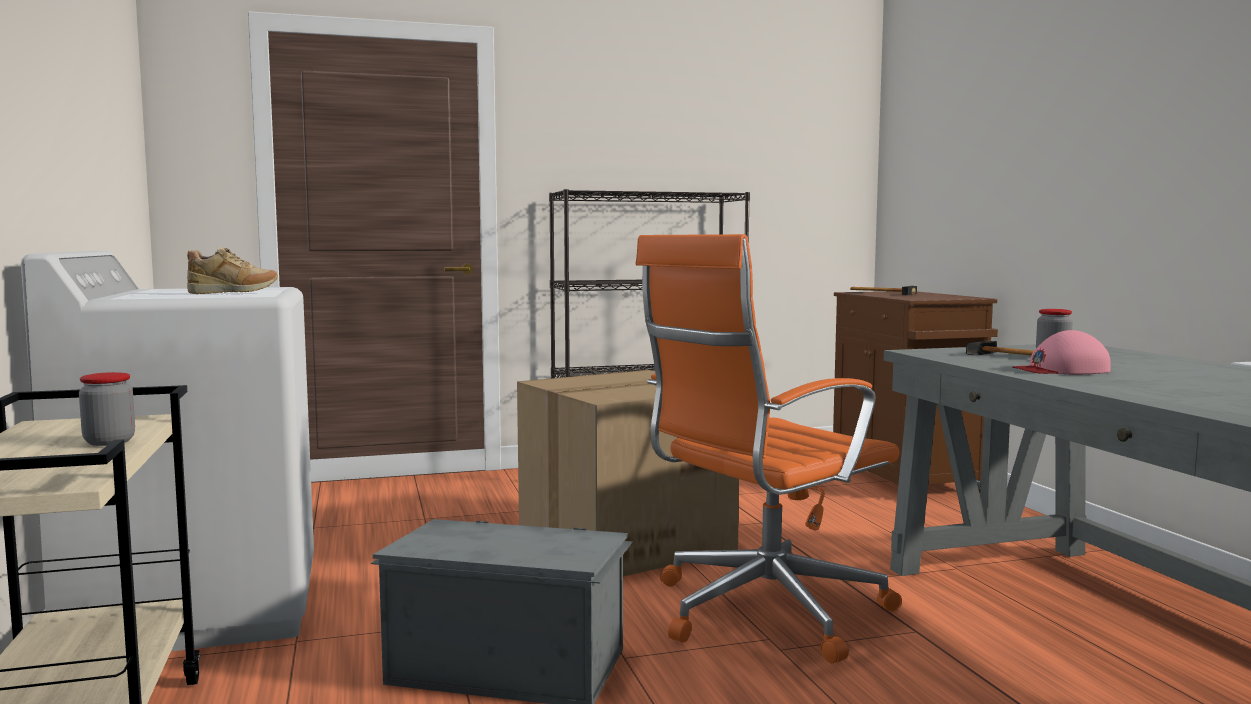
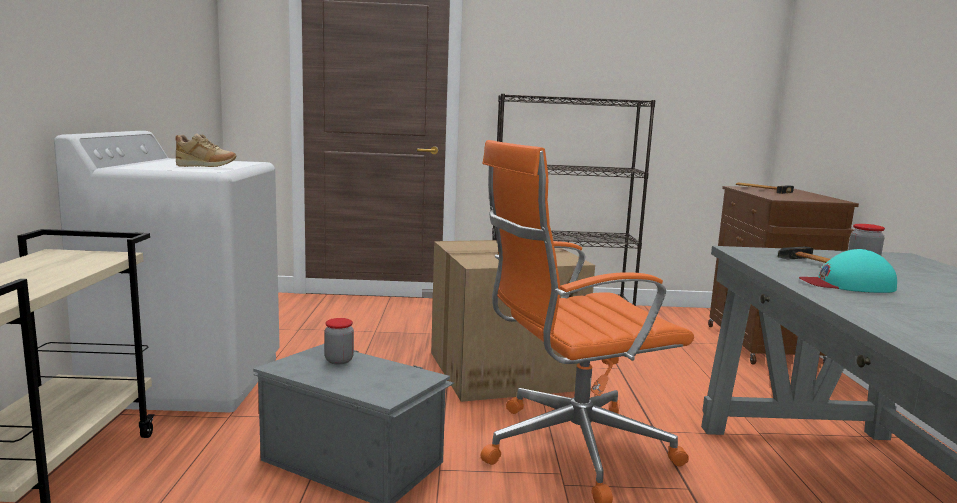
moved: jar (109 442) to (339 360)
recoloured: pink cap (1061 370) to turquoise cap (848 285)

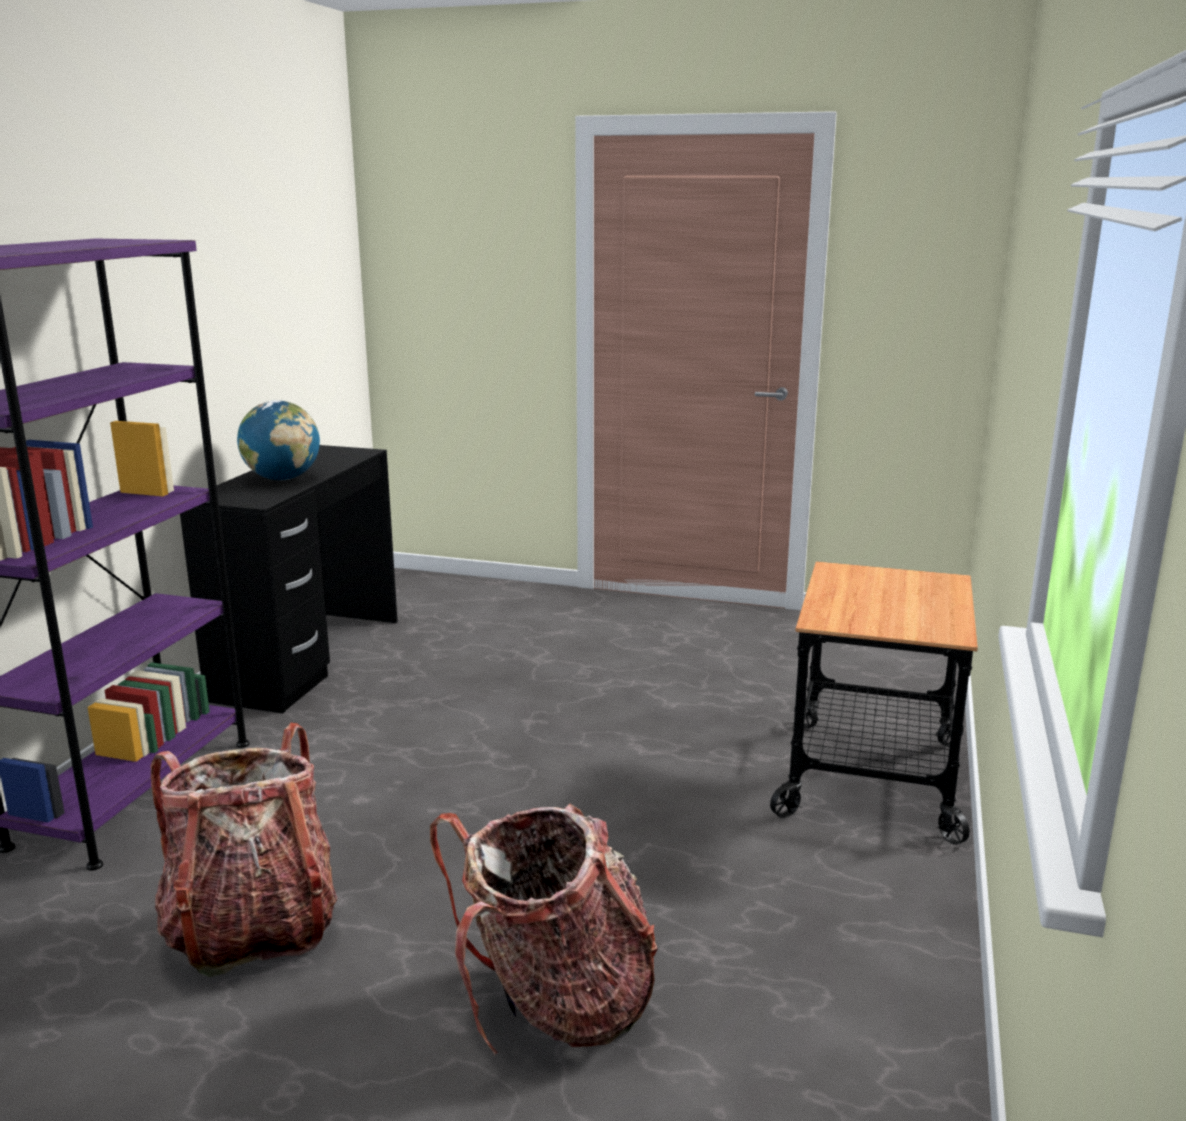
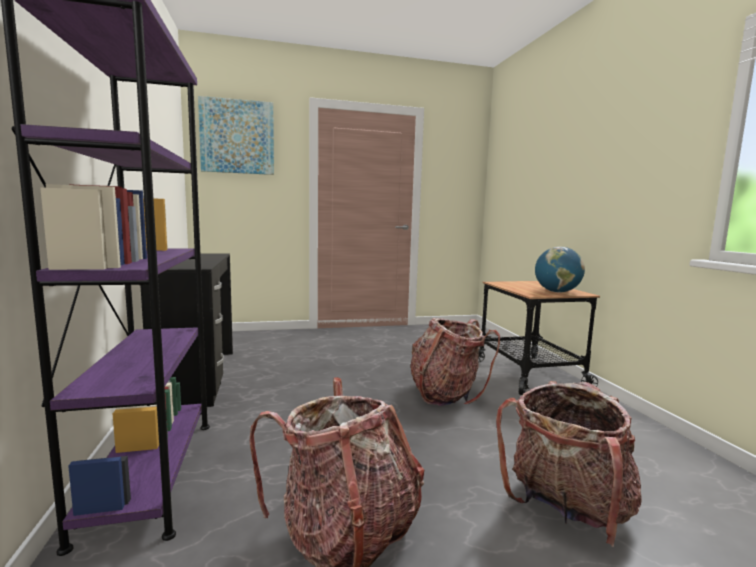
added: picture (237 137); backpack (445 394)
moved: globe (282 479) to (557 292)

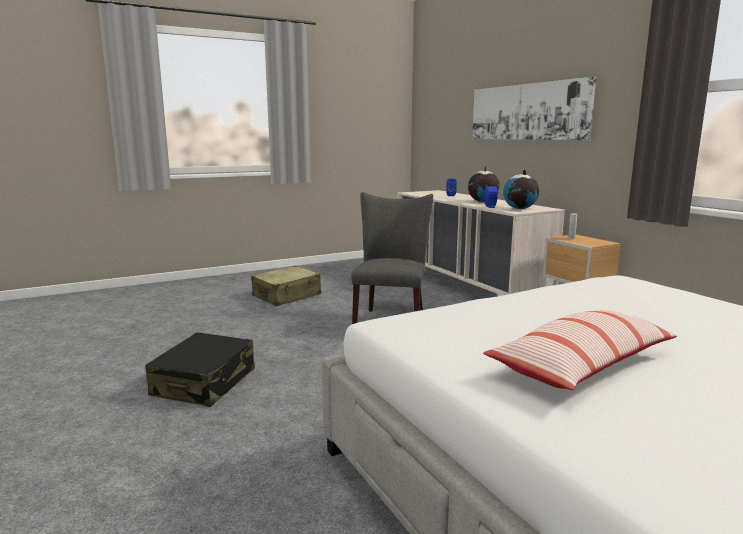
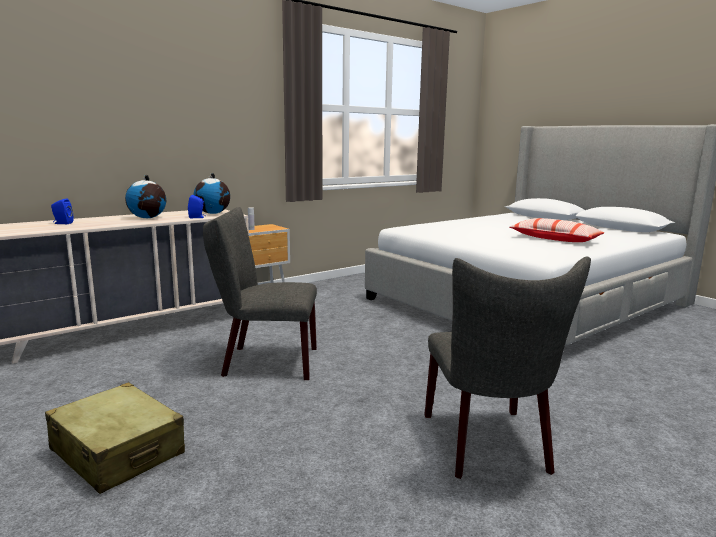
removed: picture (527 112)
replaced: black suitcase (205 383) to grey chair (489 447)

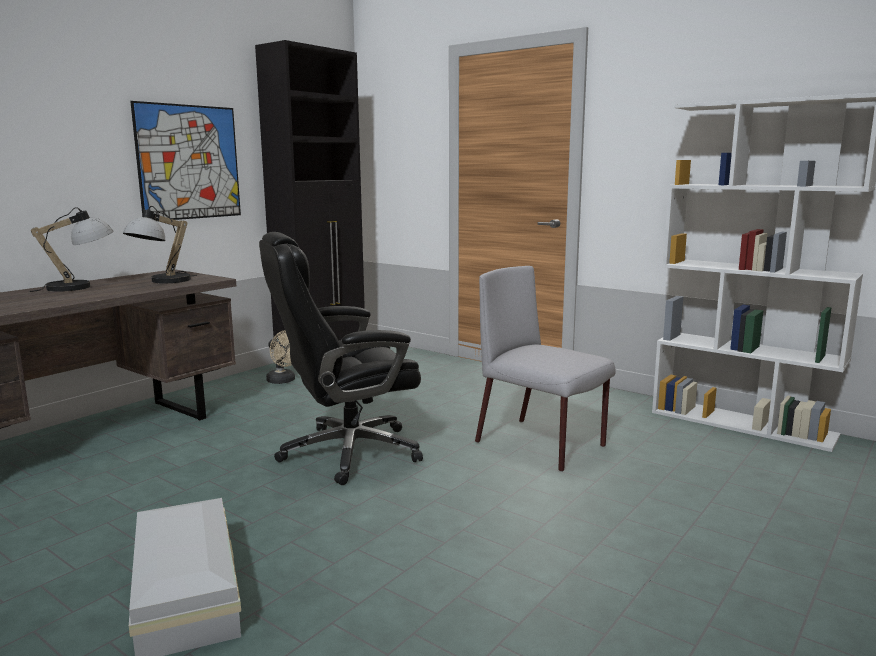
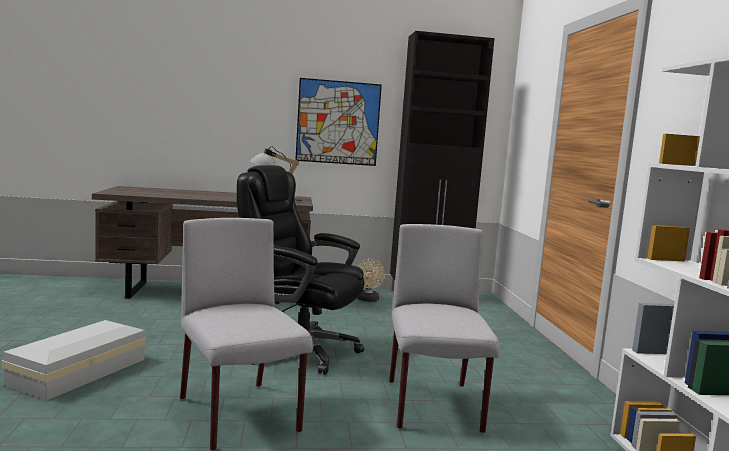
removed: table lamp (81 286)
added: grey chair (239 415)

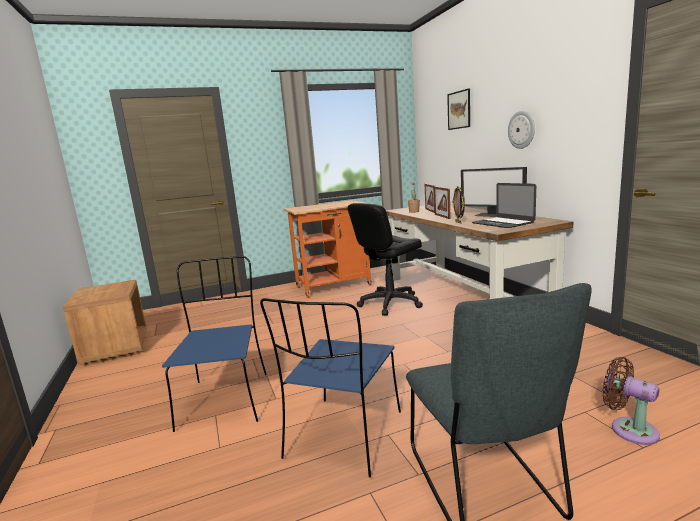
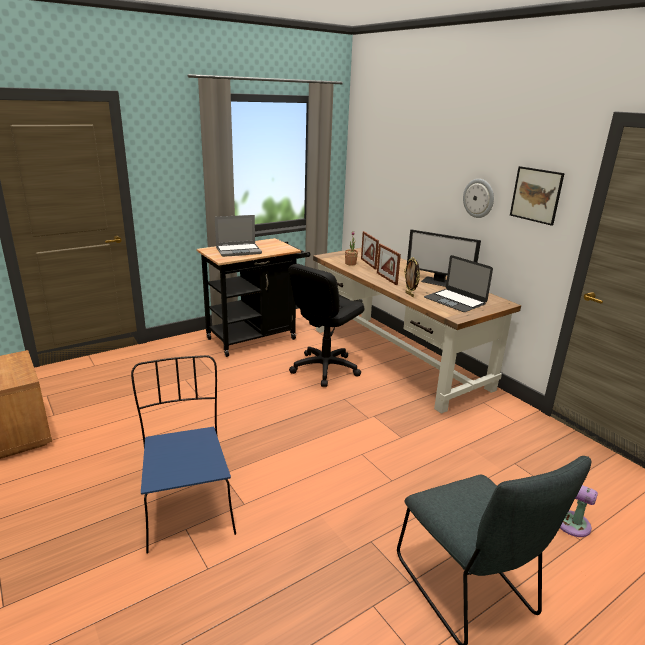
removed: blue chair (343 436)
added: laptop (239 251)
moved: picture (459 110) to (536 195)
recoloured: orange cart (338 285) to black cart (256 337)

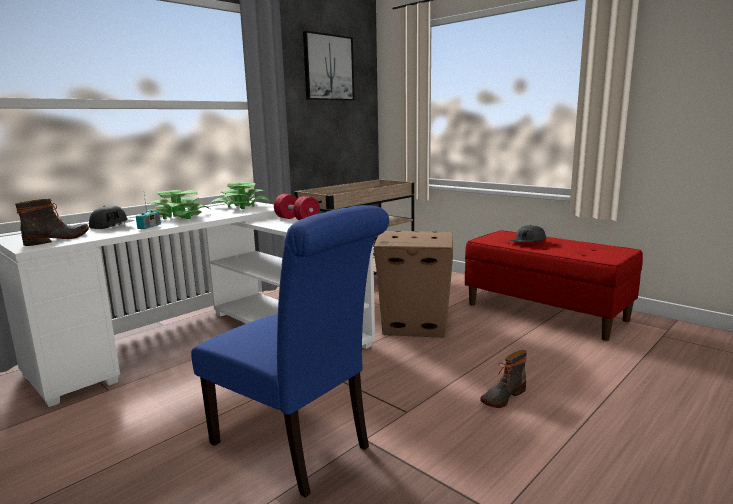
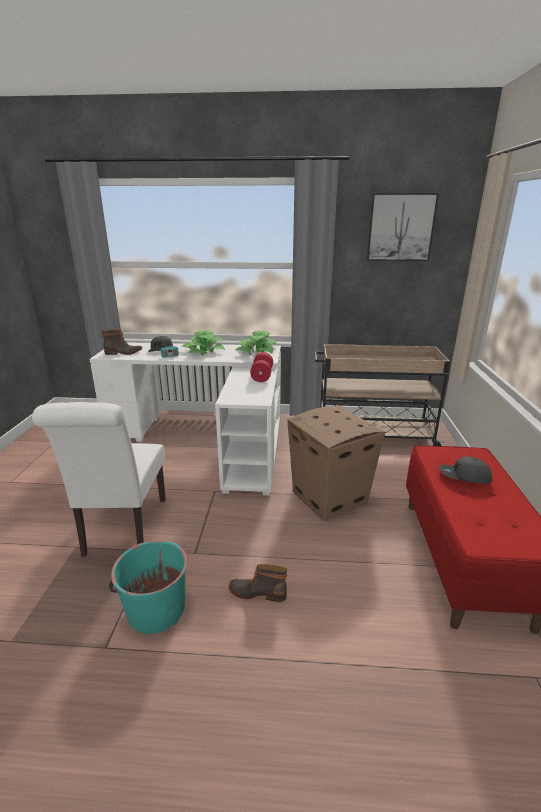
added: turquoise bucket (155 609)
recoloured: blue chair (297 448) to white chair (123 530)

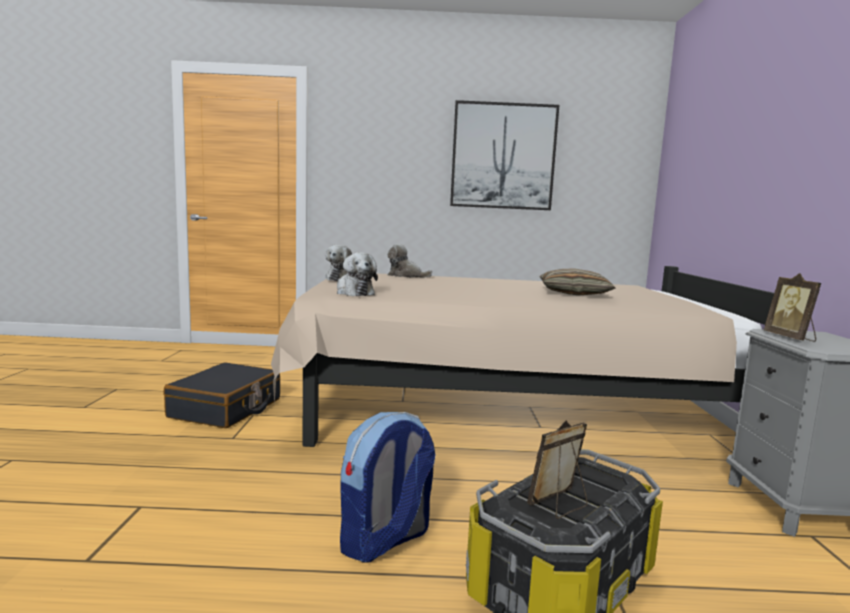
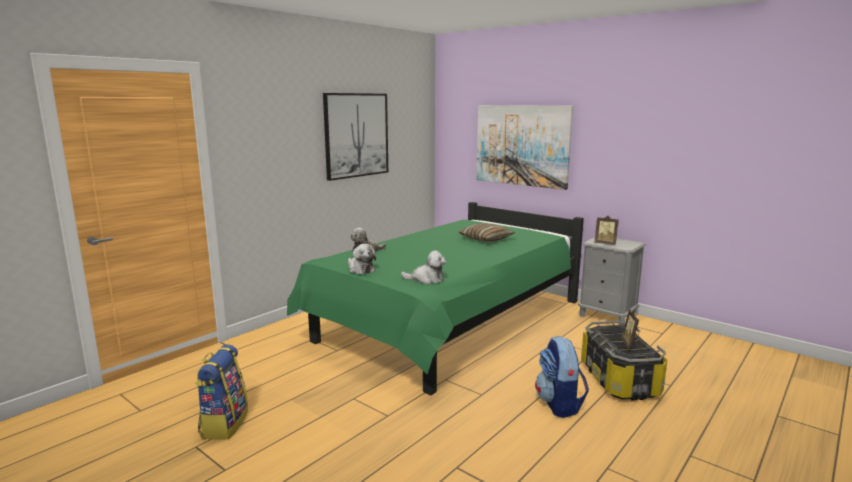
removed: black suitcase (226 408)
added: picture (522 145); backpack (224 424)
recoloured: beige bed (500 407) to green bed (448 323)

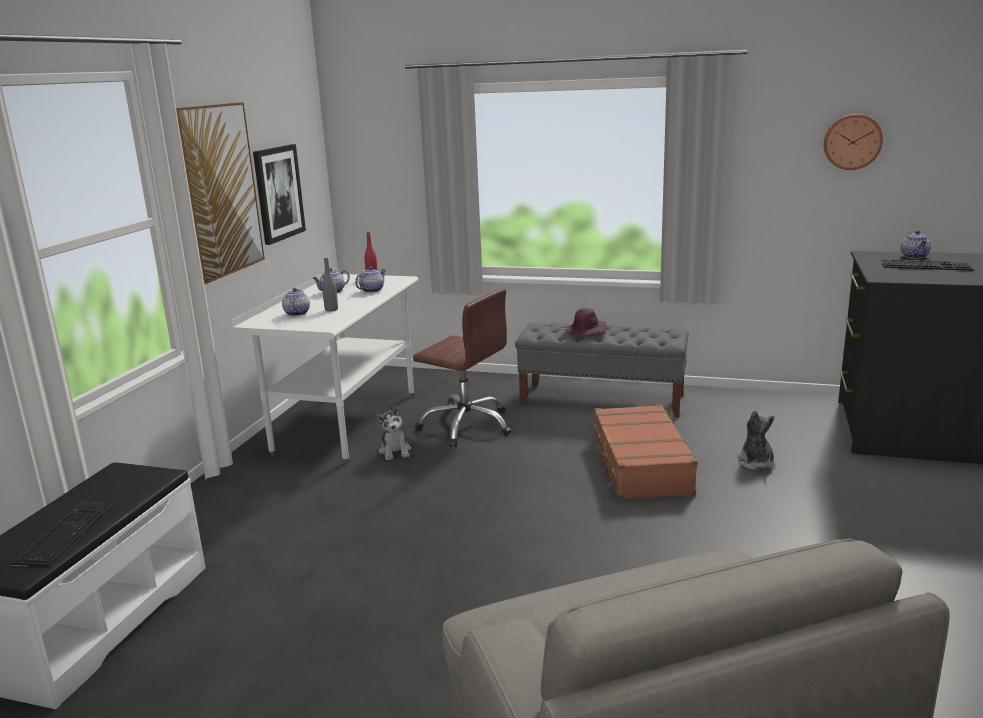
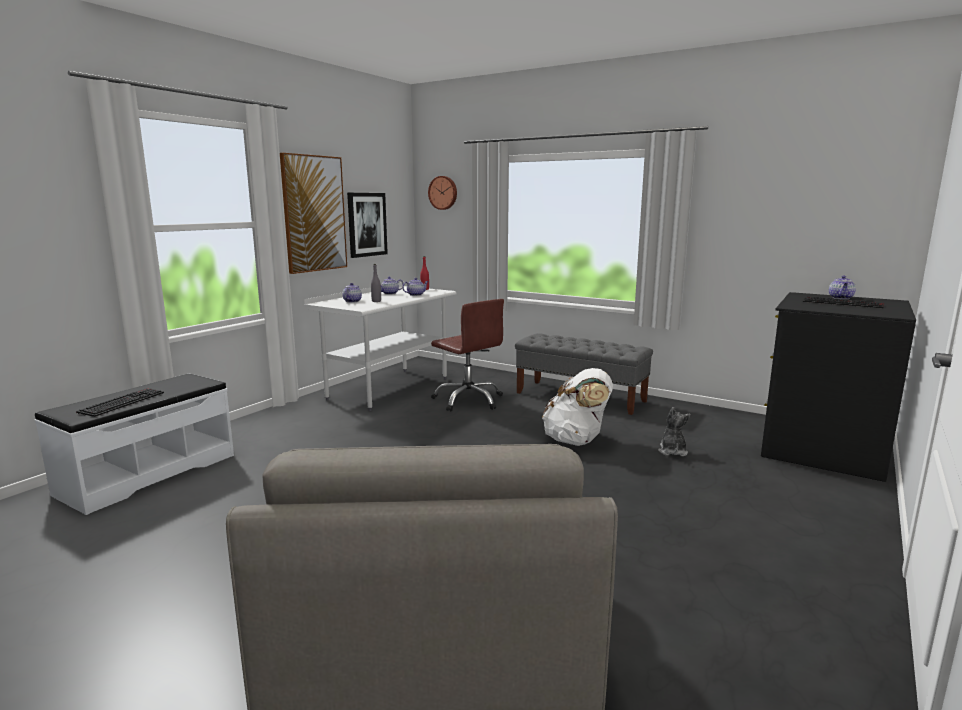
removed: purple hat (585 331); plush toy (395 451)
moved: wall clock (852 141) to (443 193)
replaced: brown suitcase (640 465) to white backpack (576 440)

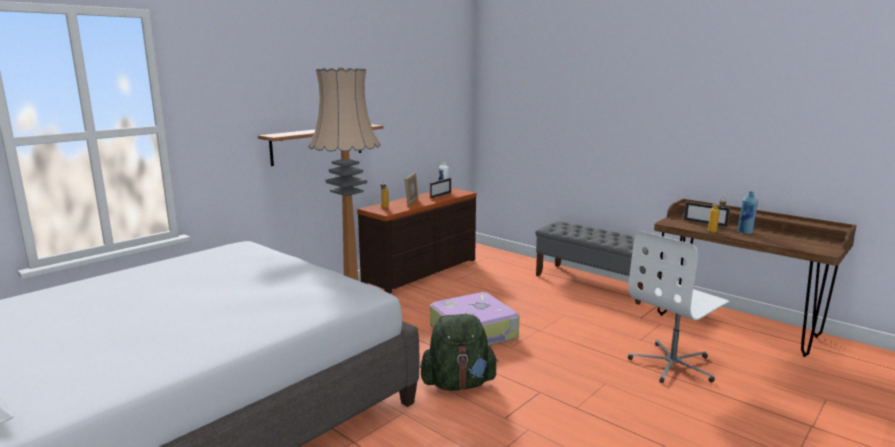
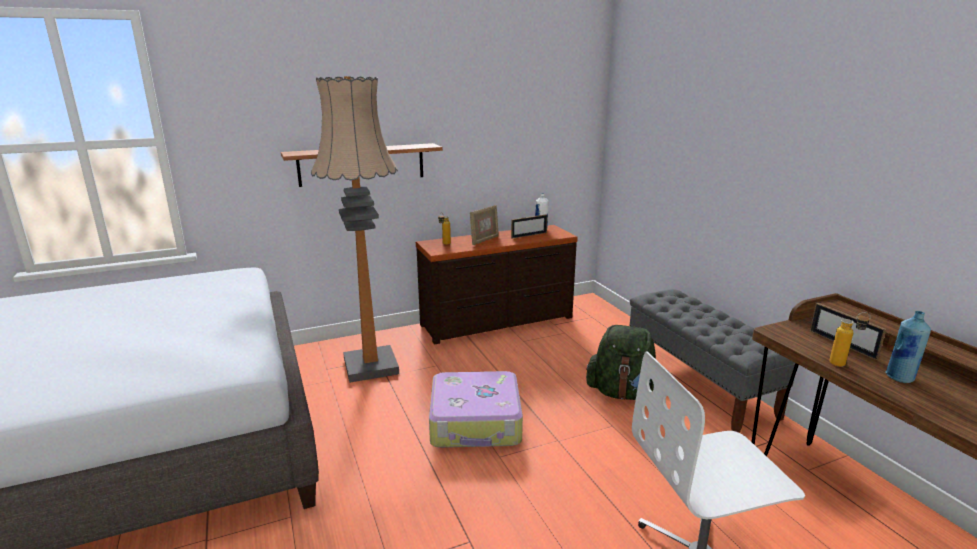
moved: green backpack (458 384) to (623 393)

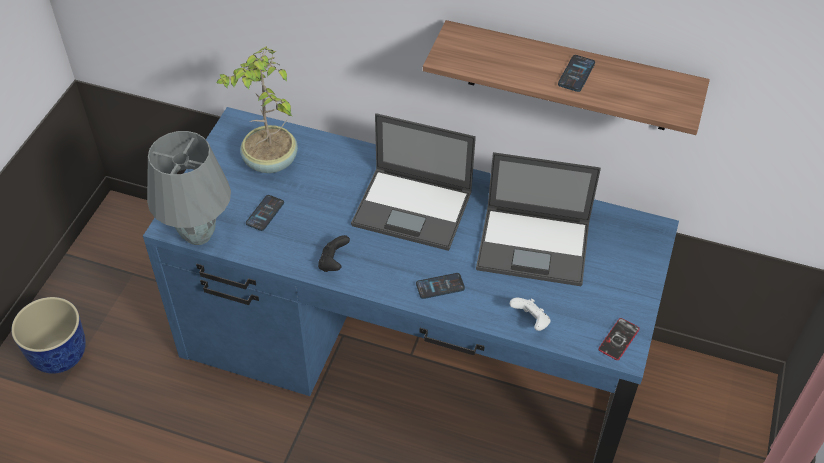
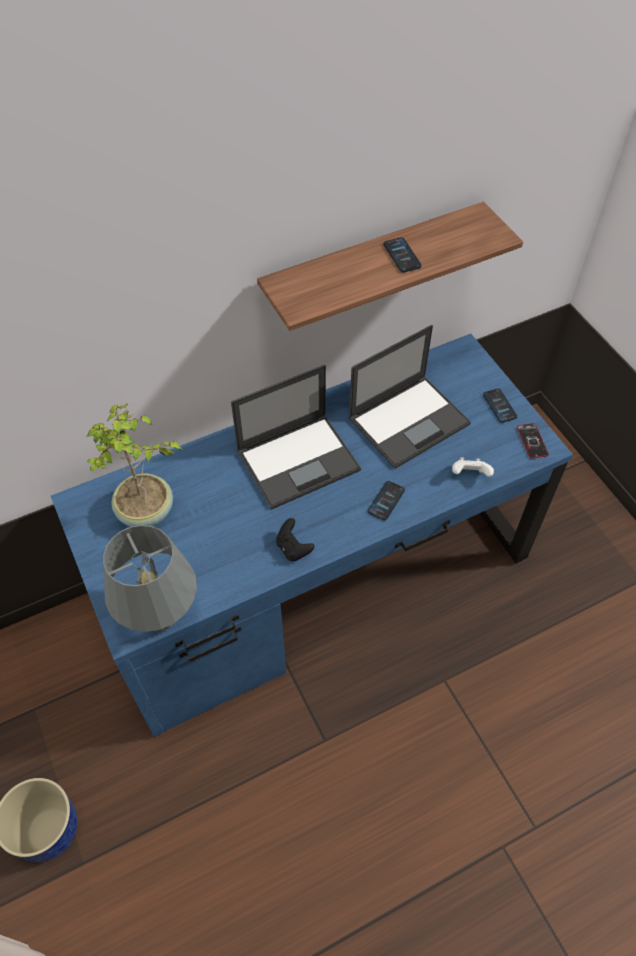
moved: phone (265 213) to (499 406)

